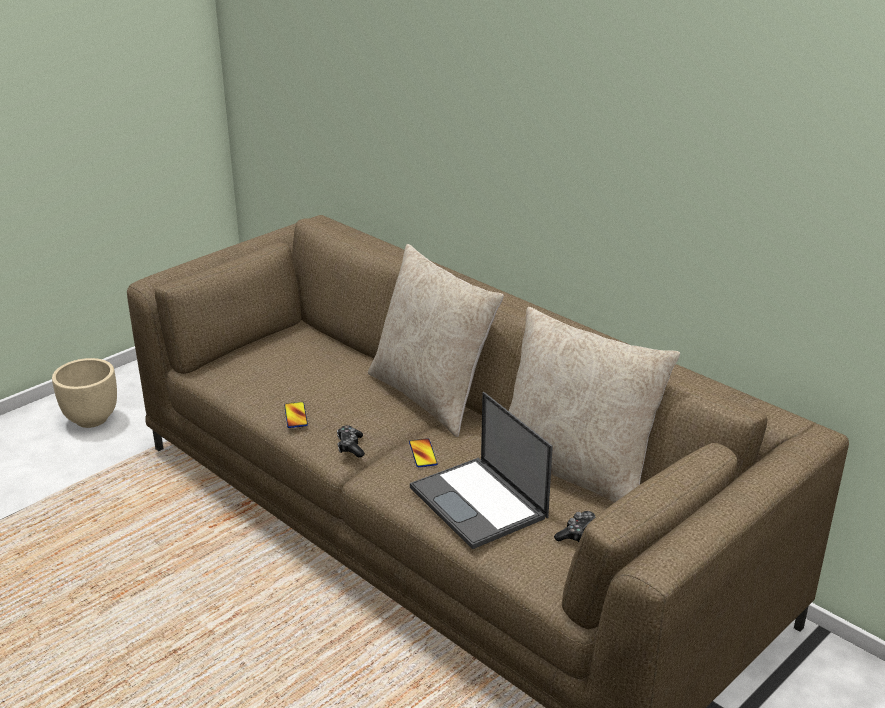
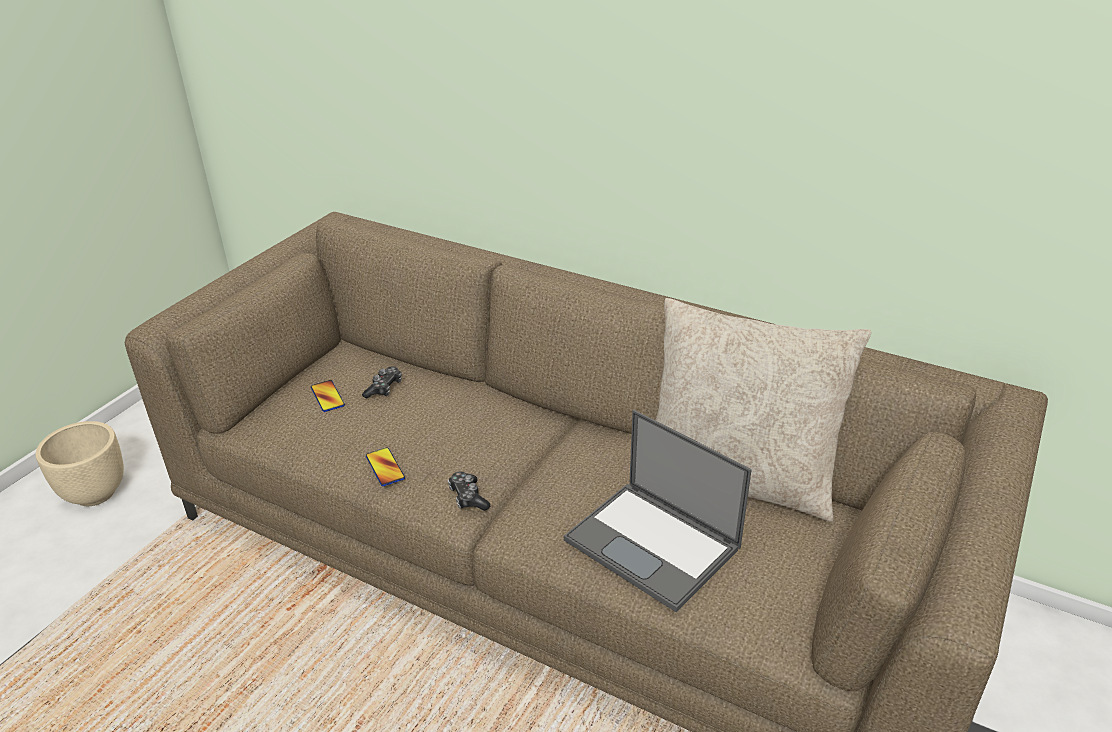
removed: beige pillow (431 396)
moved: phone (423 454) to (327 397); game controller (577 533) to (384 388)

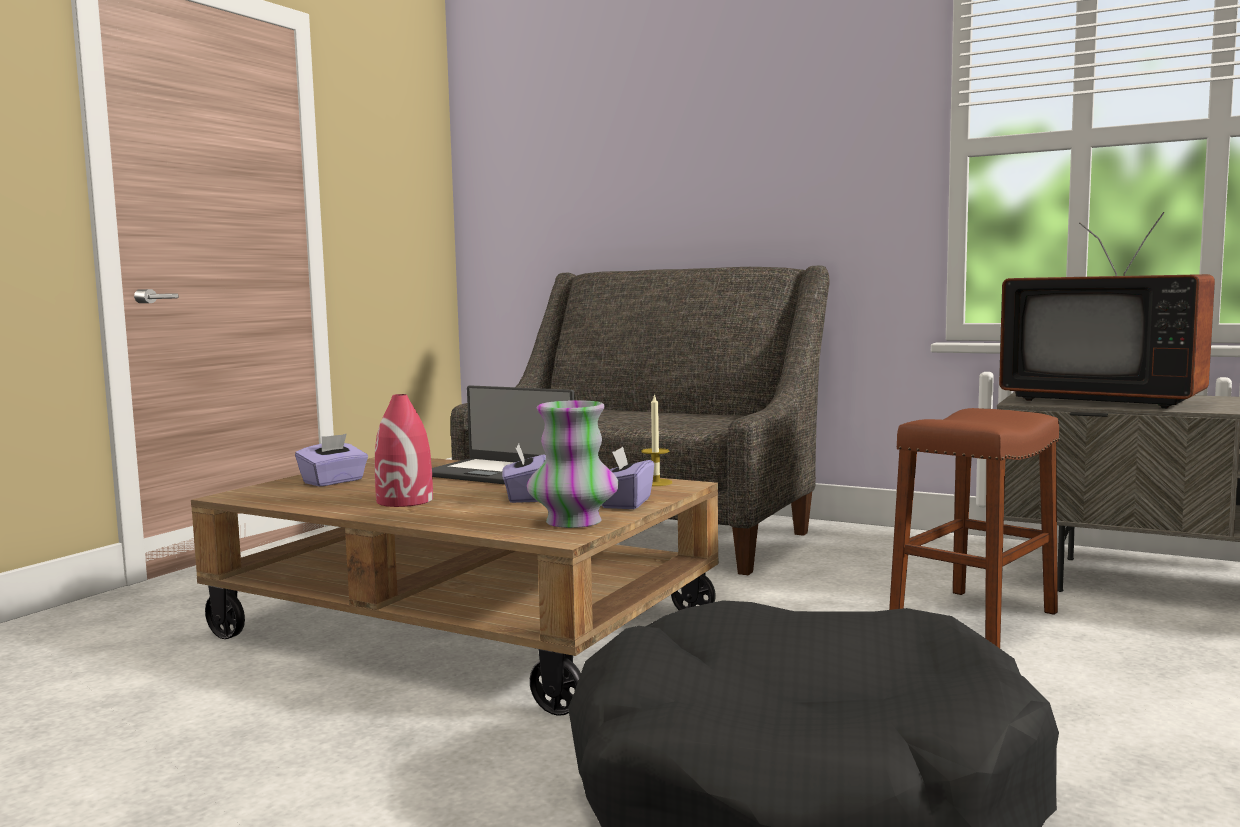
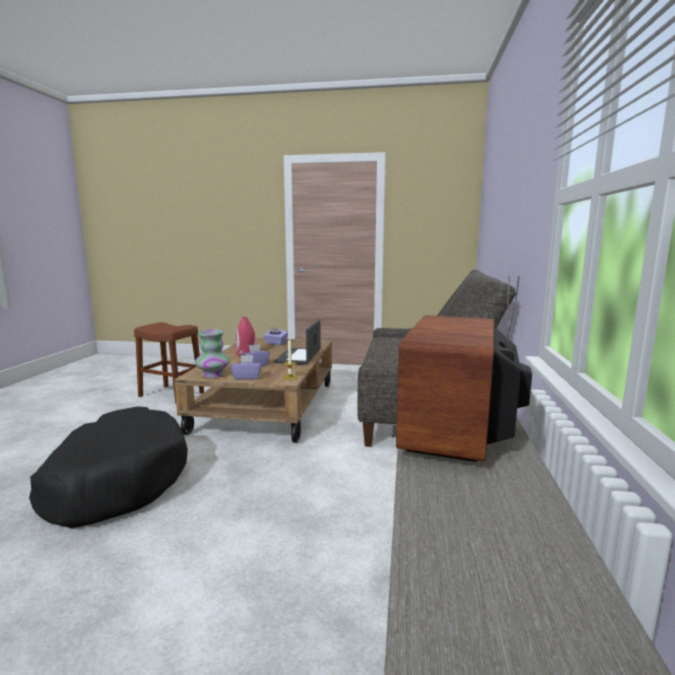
moved: brown stool (974 620) to (171 394)

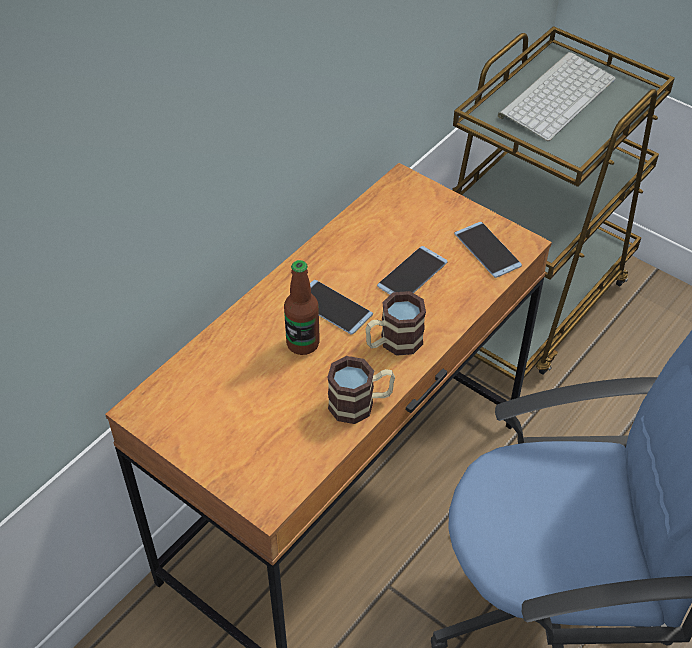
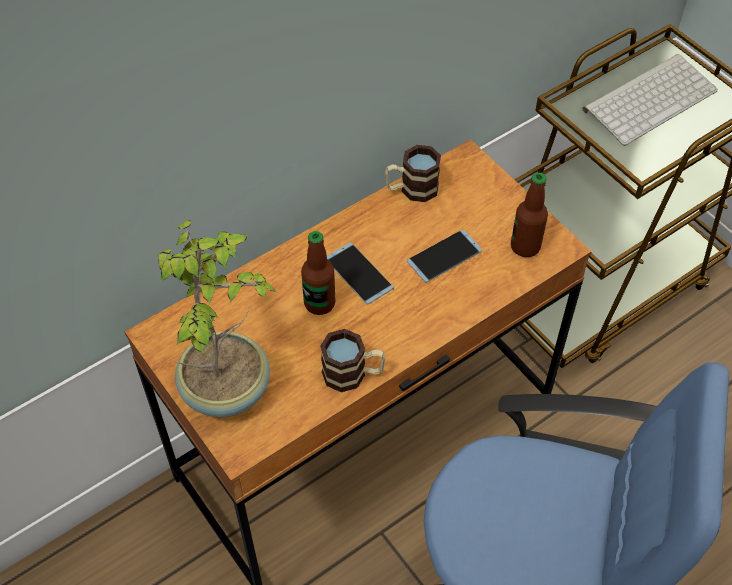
added: potted plant (228 387)
moved: mug (393 342) to (411 189)
replaced: phone (487 250) to bottle (525 246)

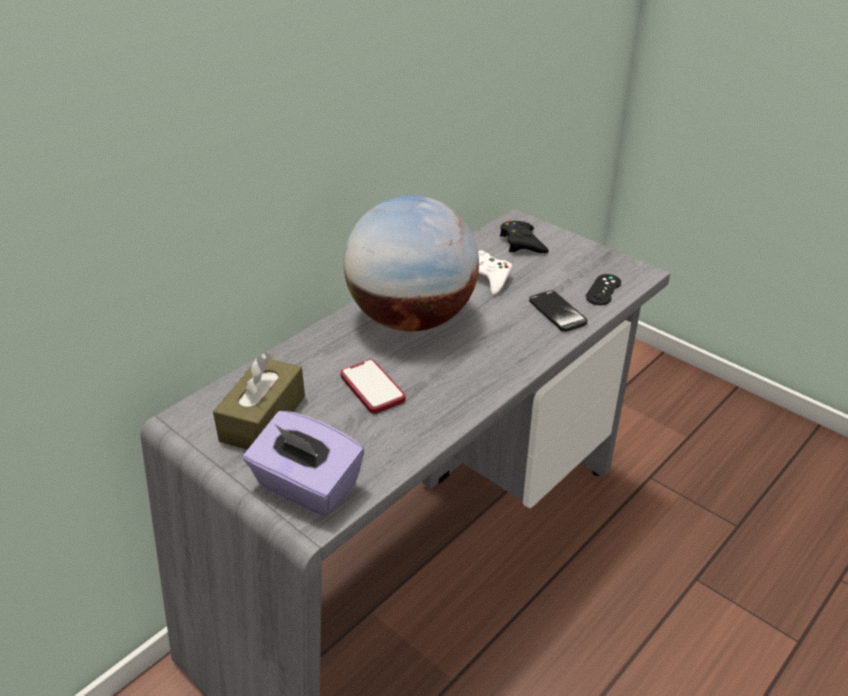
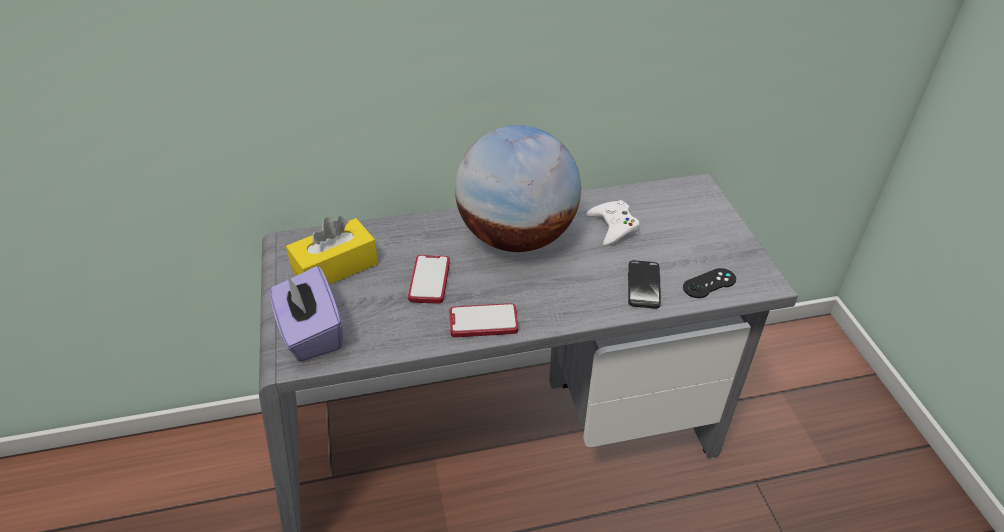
removed: black game controller (522 243)
added: phone (483 322)
recoloured: brown tissue box (263 418) to yellow tissue box (335 267)

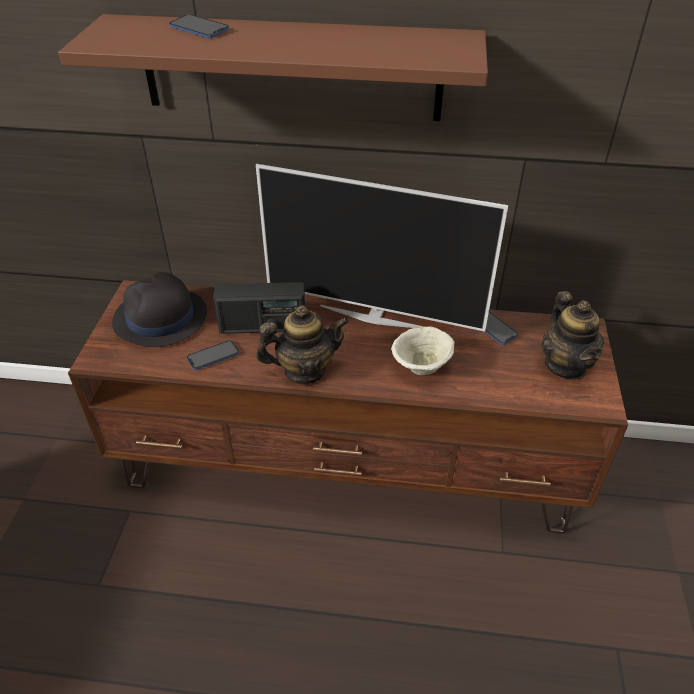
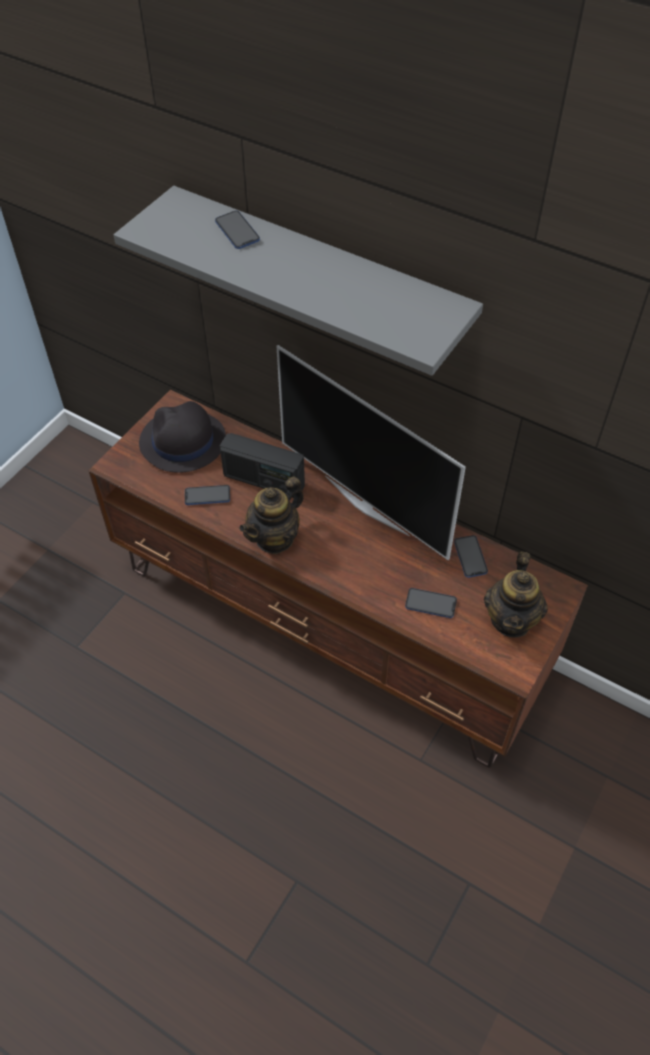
removed: beige bowl (422 368)
added: phone (430 604)
recoloured: brown shelf (291 68) to grey shelf (319 276)
turned: teapot (304 370) = (275 538) 120 degrees clockwise

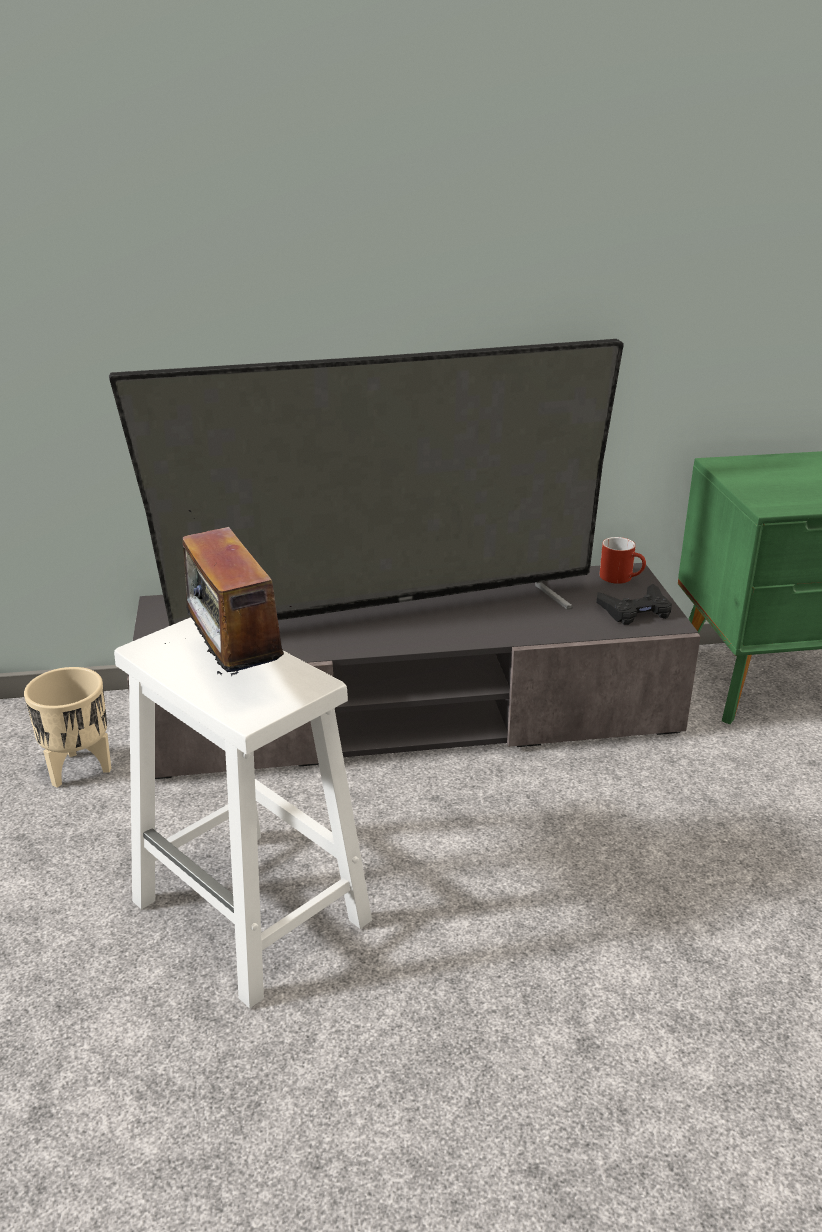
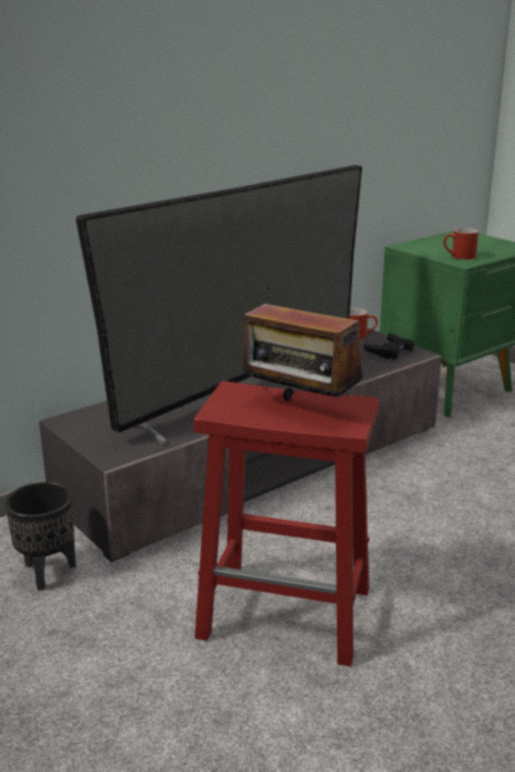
added: red mug (459 257)
recoloured: white stool (254 913) to red stool (288 612); beige planter (79 769) to black planter (47 572)

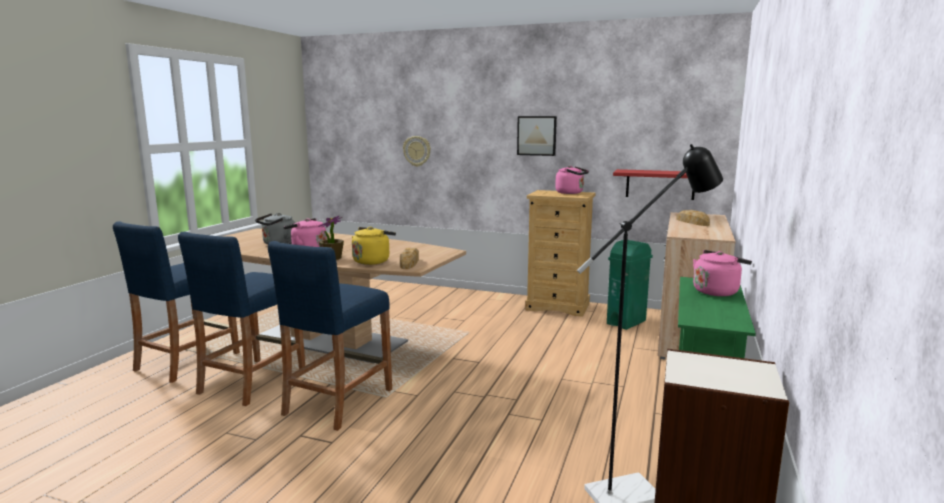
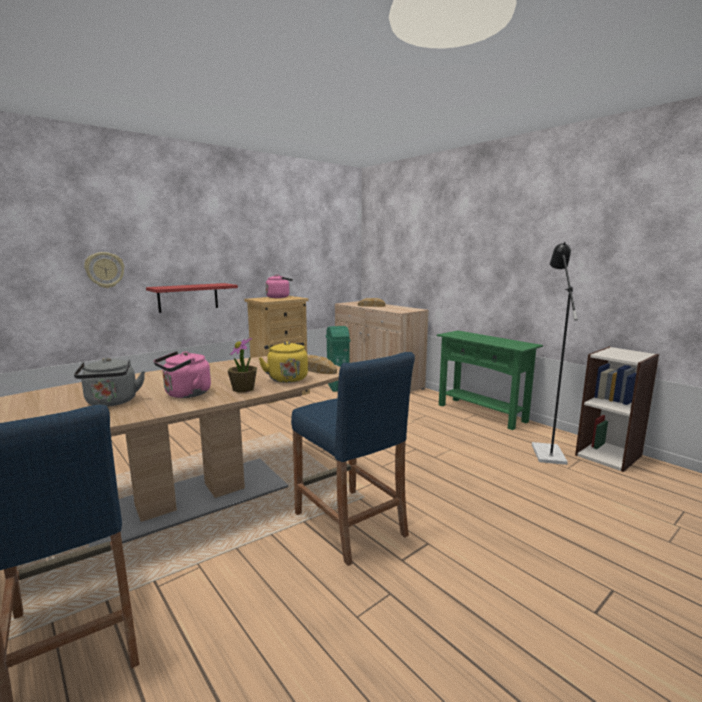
removed: picture (537 135); blue stool (252 381); pink kettle (717 291)
moved: red shelf (660 184) to (188 297)

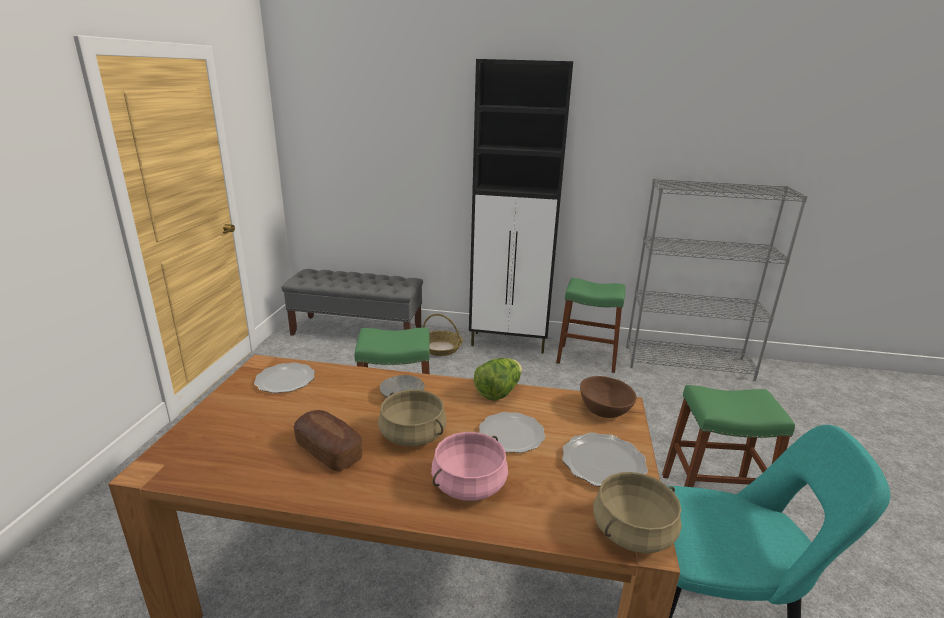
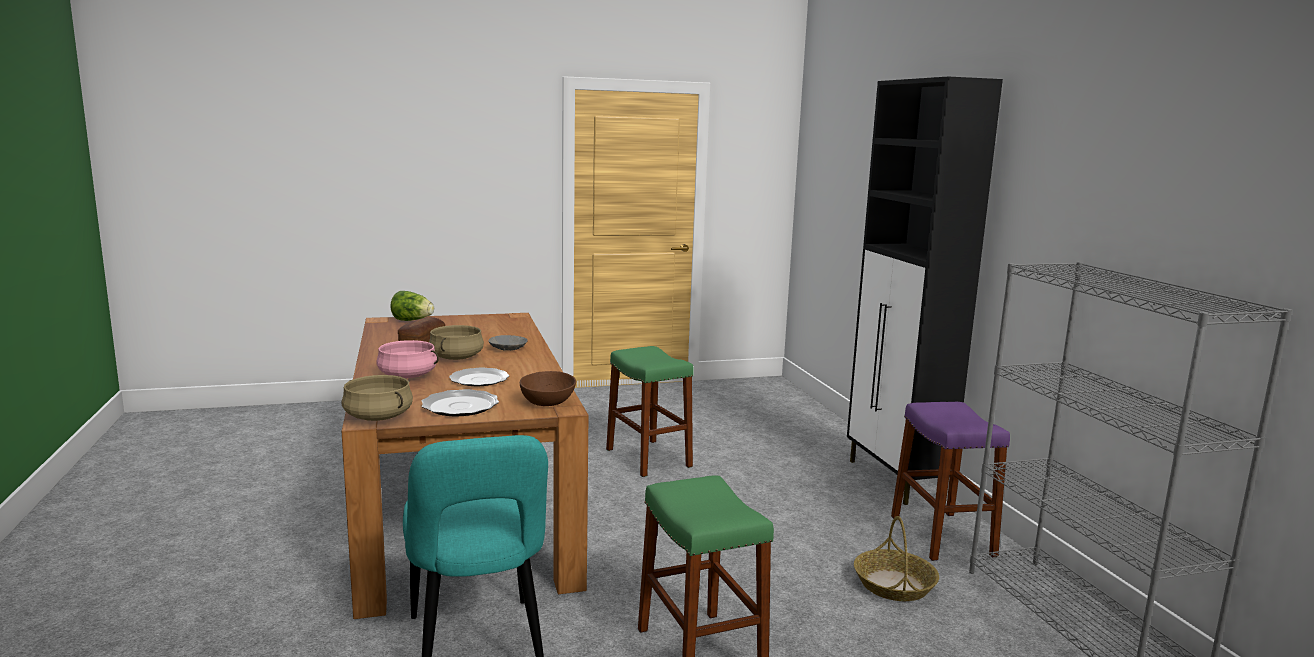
removed: grey bench (357 331); plate (285 379)
moved: basket (441 348) to (894 585); lettuce (498 392) to (412 320)
recoloured: green stool (587 358) to purple stool (942 536)

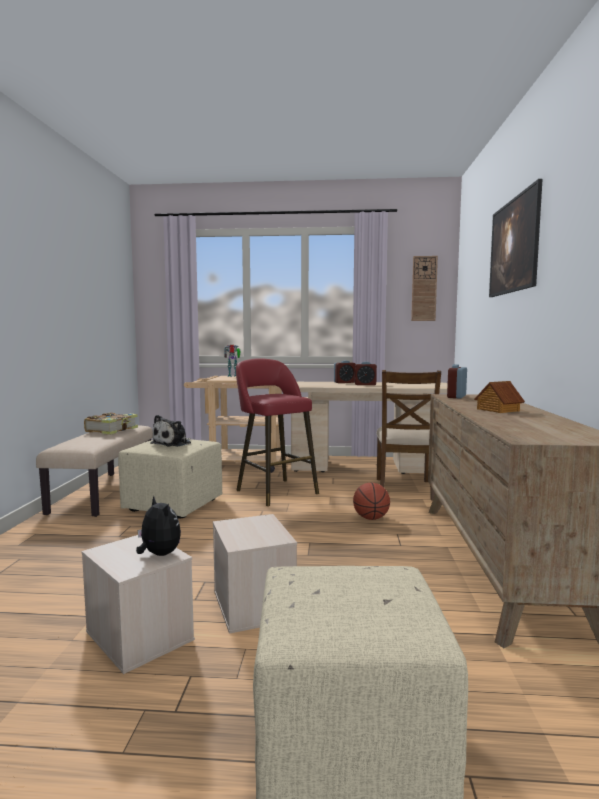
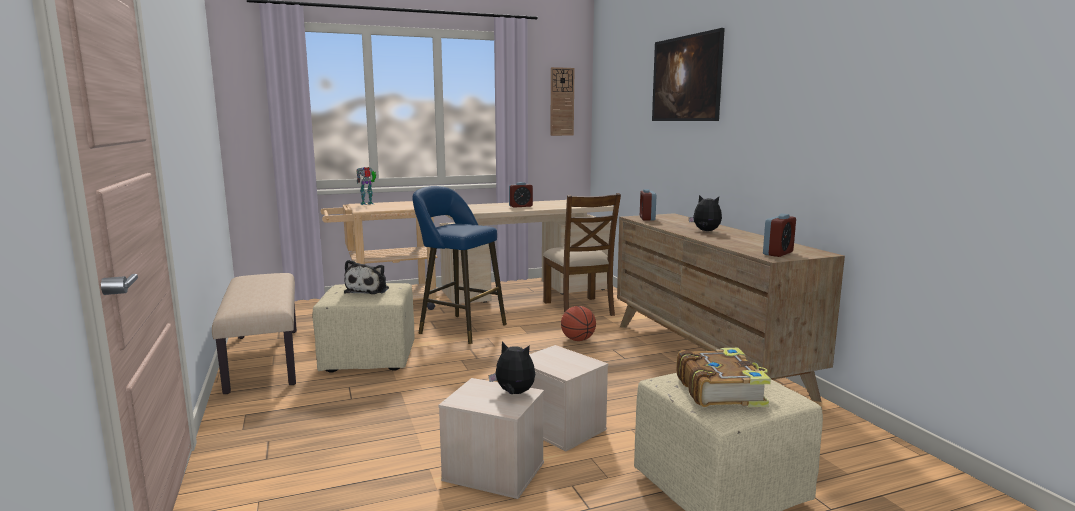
moved: alarm clock (344 382) to (778 253); book (112 430) to (720 390)
replaced: toy house (497 410) to plush toy (705 231)
recoloured: red stool (274 491) to blue stool (458 328)

